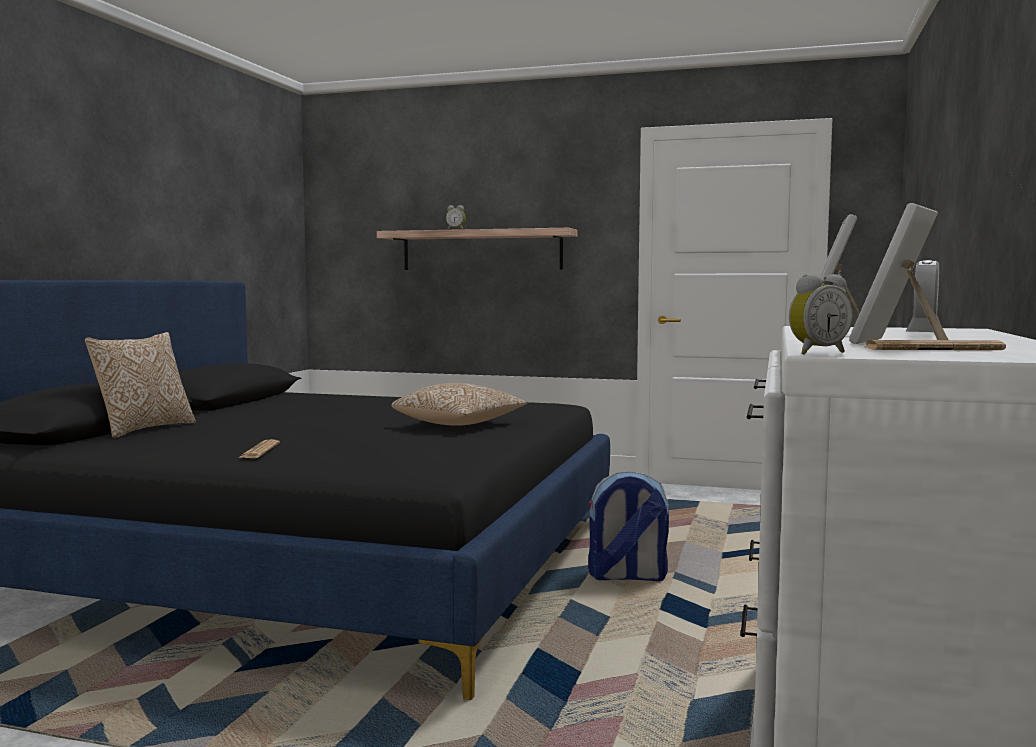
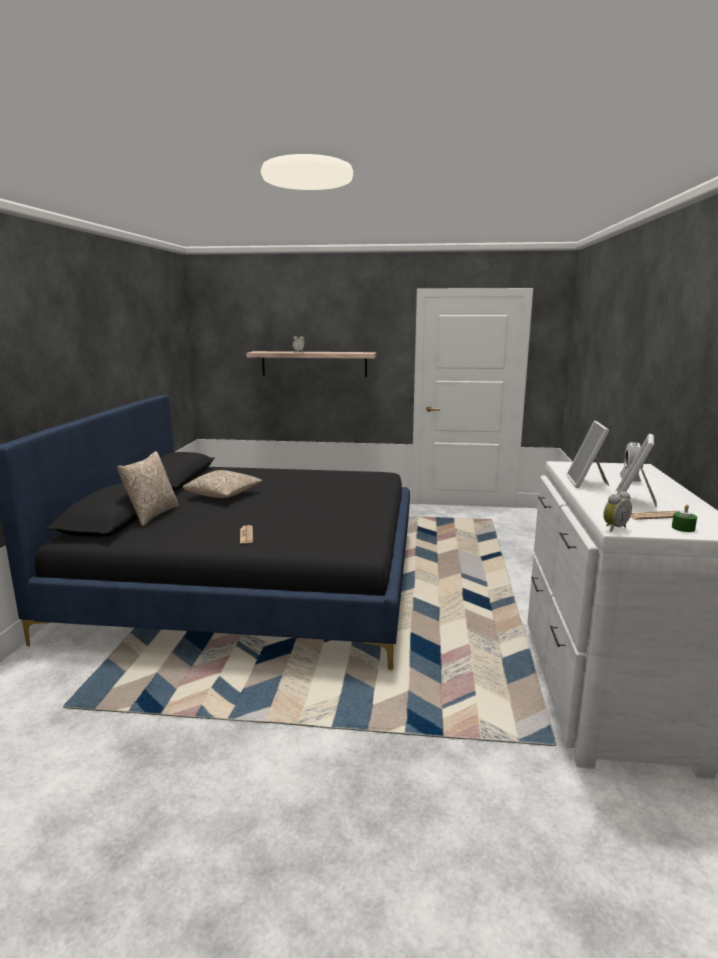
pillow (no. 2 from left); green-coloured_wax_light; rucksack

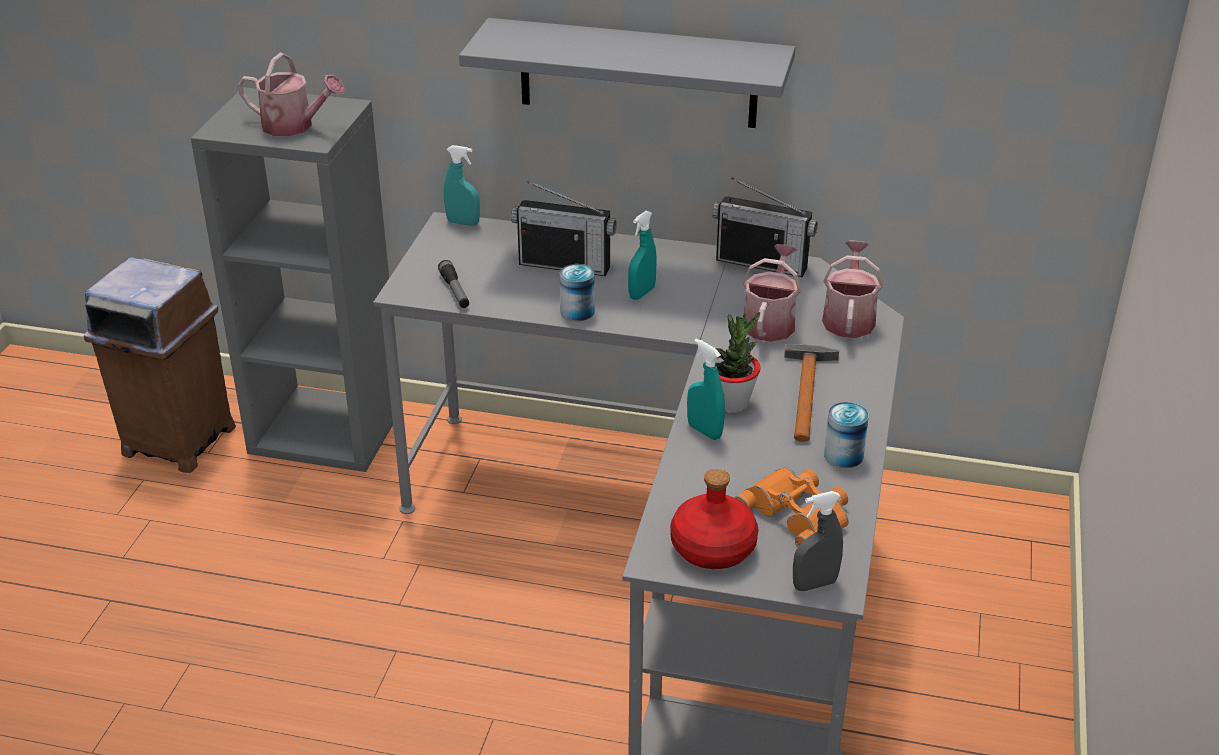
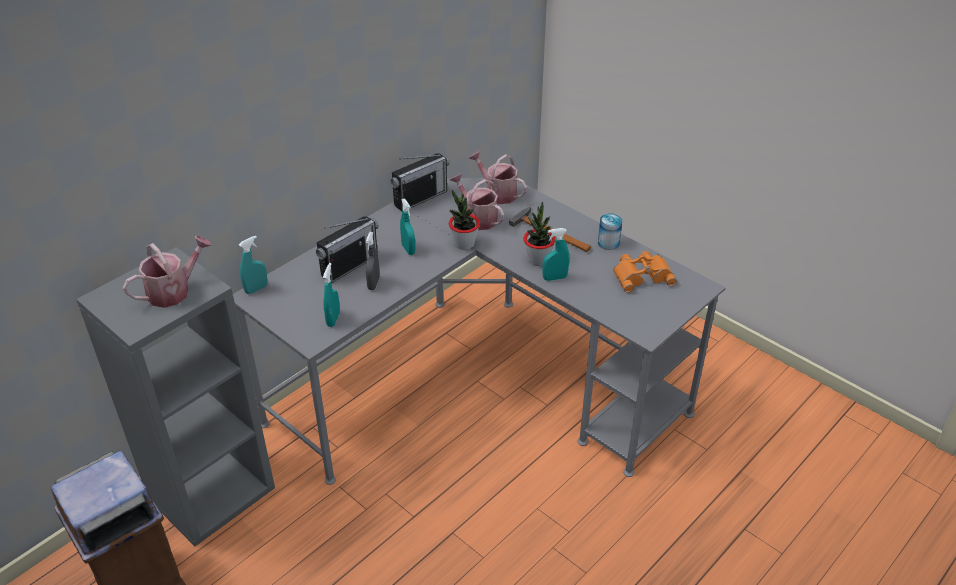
blue-green_sprayer (no. 2 from left); gray_sprayer; plant_in_a_pot (no. 1 from left); gray_wall_shelf; metal_can (no. 1 from left in the first image); red-coloured_bottle

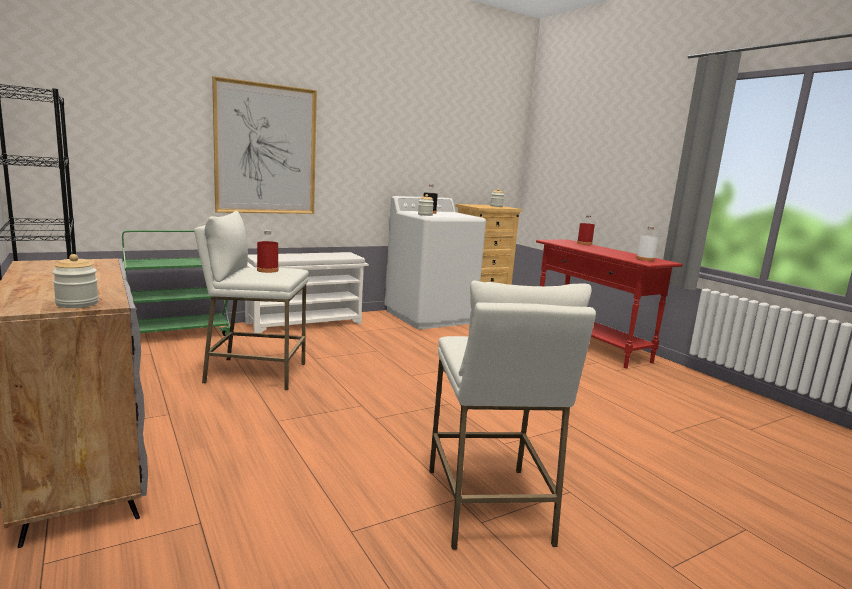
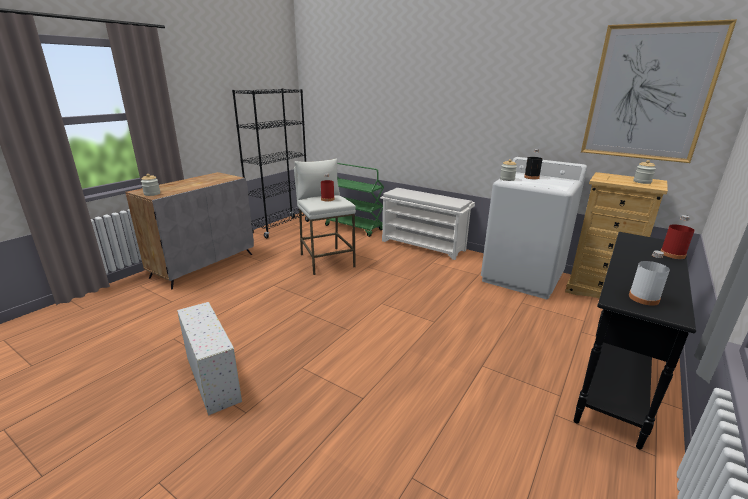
whitish_storage_box; black-coloured_hall_table; wall_art

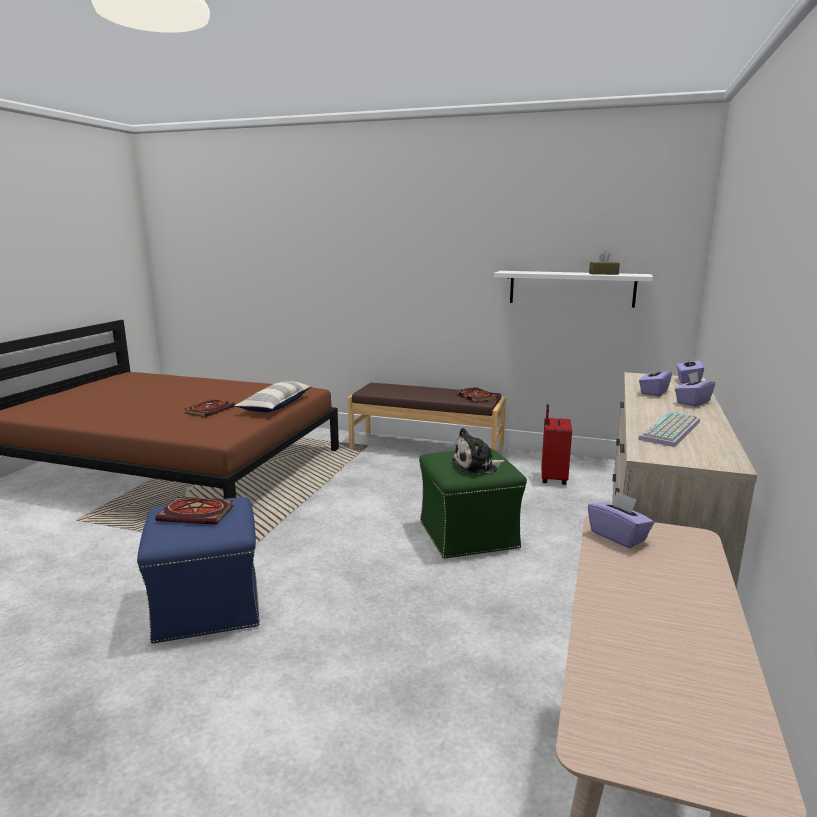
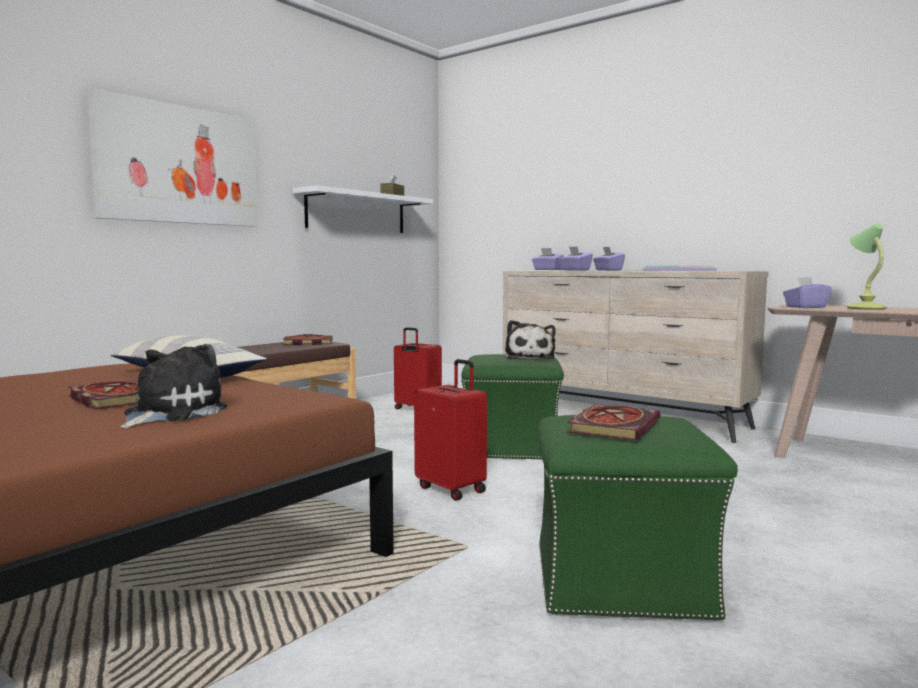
wall_art; plush_toy (no. 1 from left); red-coloured_piece_of_luggage (no. 2 from left); green-coloured_ottoman (no. 2 from left); tabletop_lamp

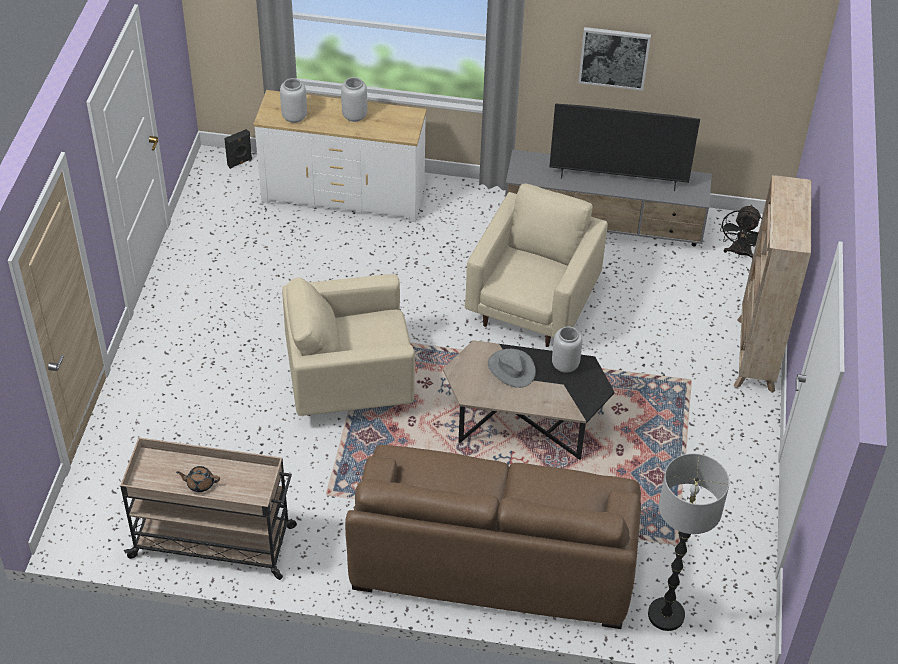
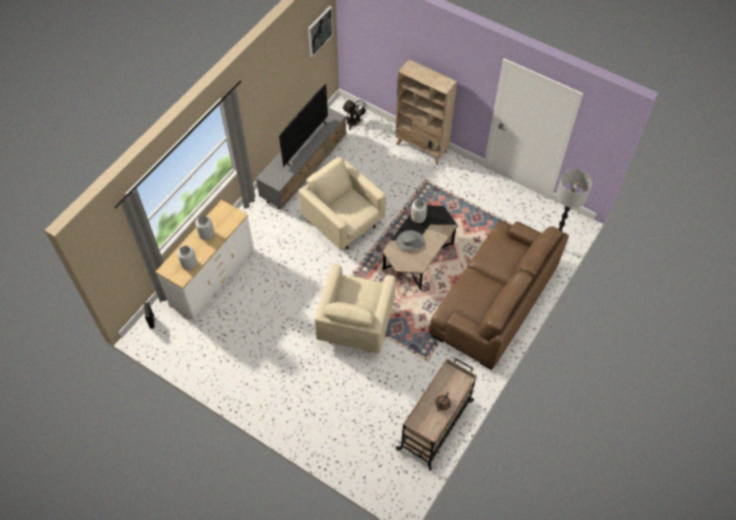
wall_art

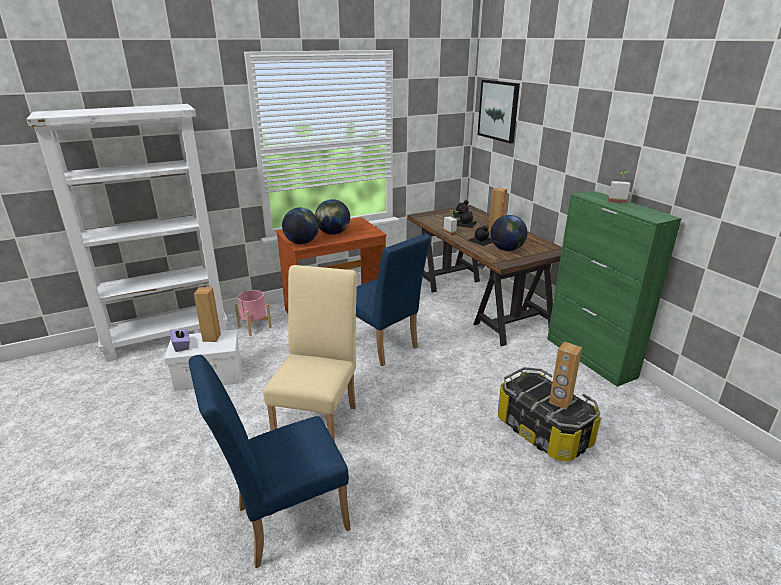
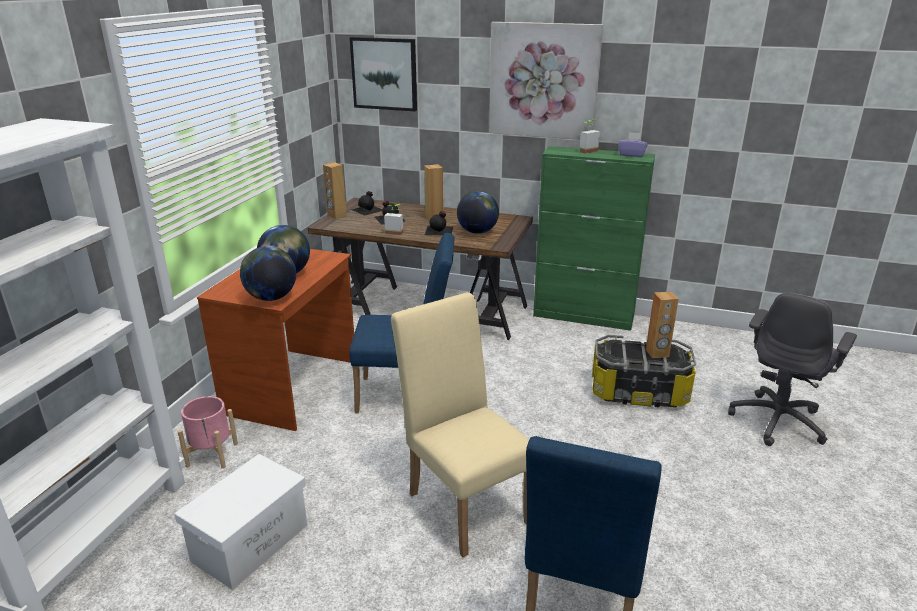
brown_speaker (no. 1 from left); wall_art (no. 2 from left); purple-coloured_box_of_tissues; gray_computer_chair

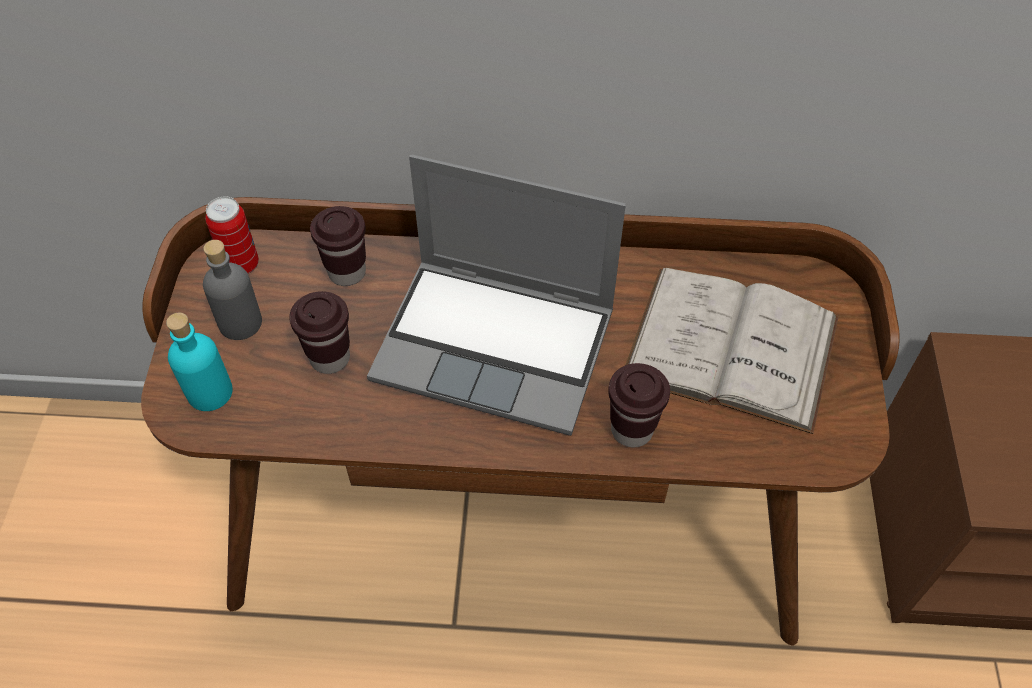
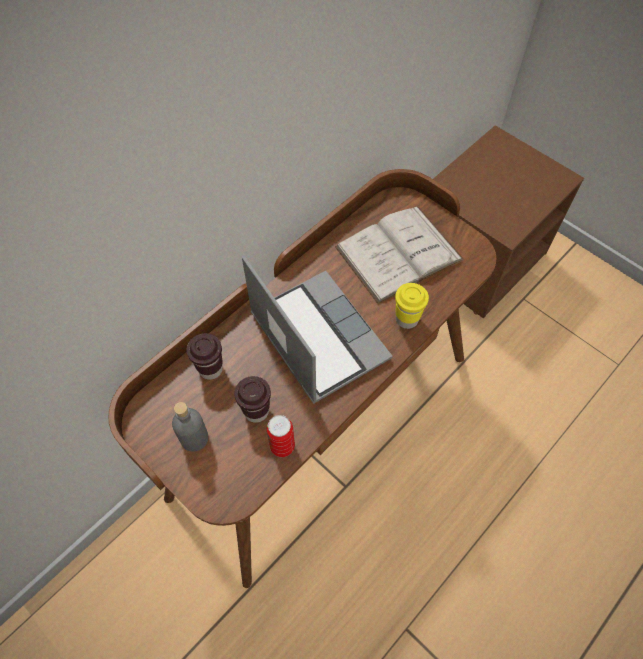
portable_computer; metal_can; yellow-coloured_cup; blue-green_bottle

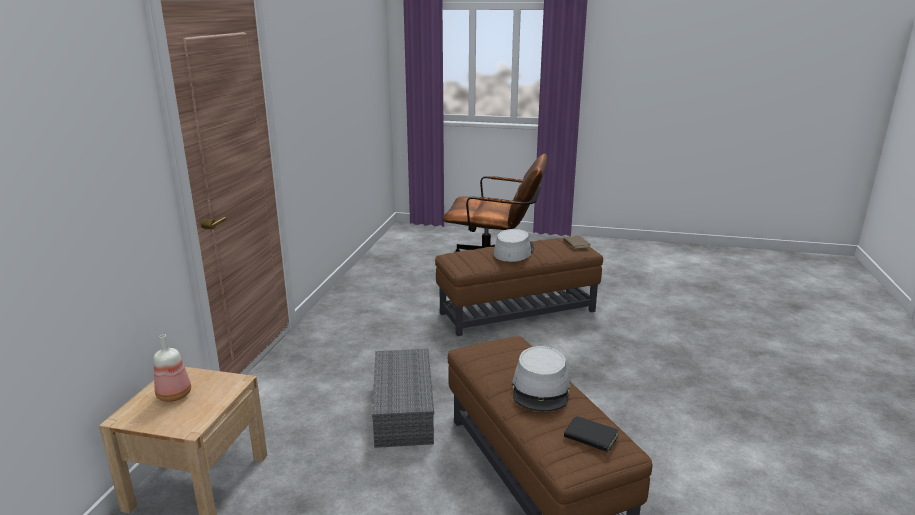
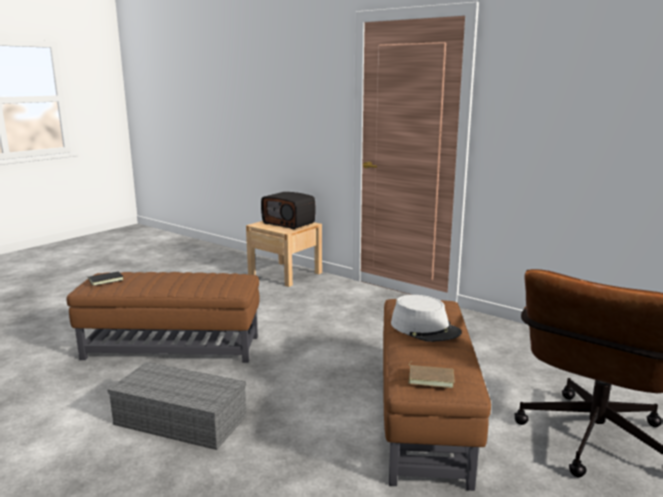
gray_storage_box; radio_receiver; gray_wearable_hat (no. 2 from left in the first image)

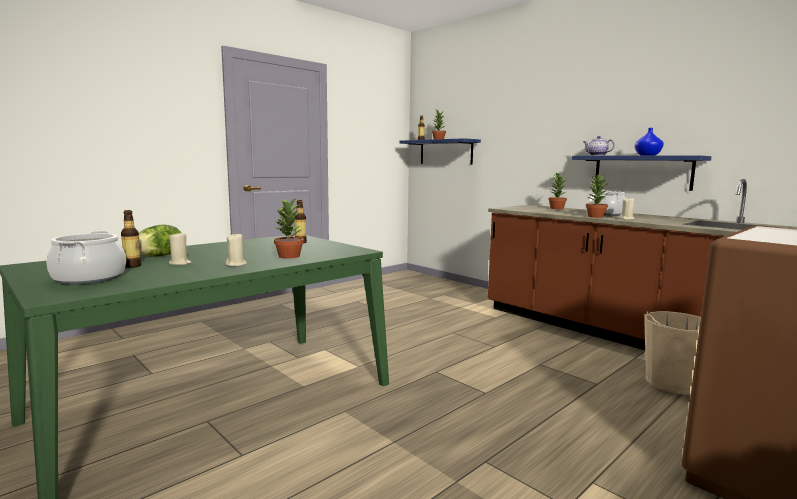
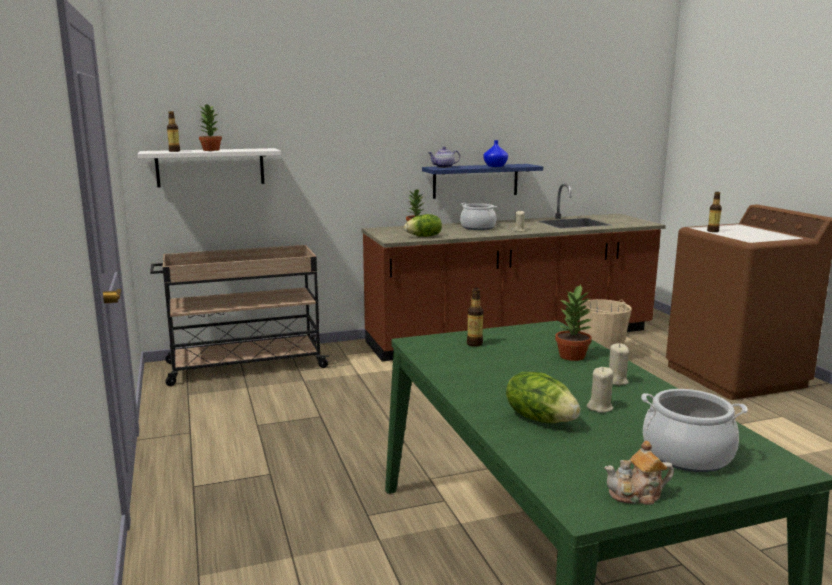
whitish_wall_shelf; beige_trolley; lettuce_head (no. 1 from left); tea_pot (no. 2 from left); bottle (no. 3 from left); plant_in_a_pot (no. 4 from left in the first image)

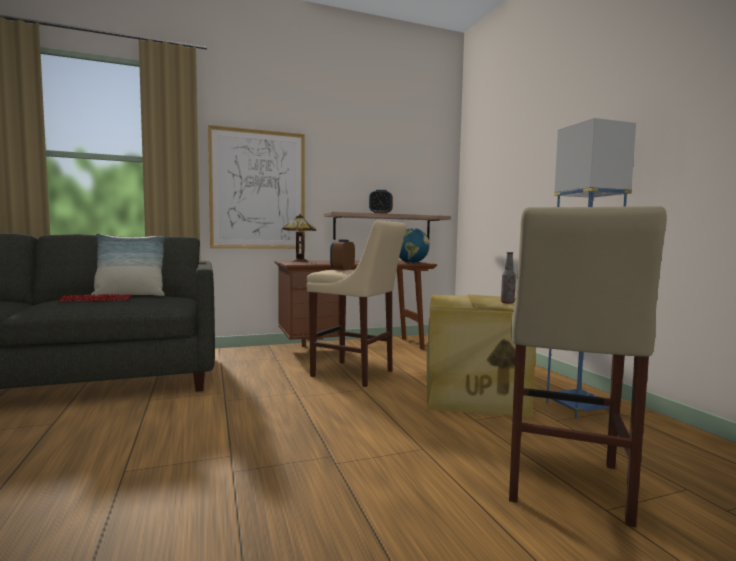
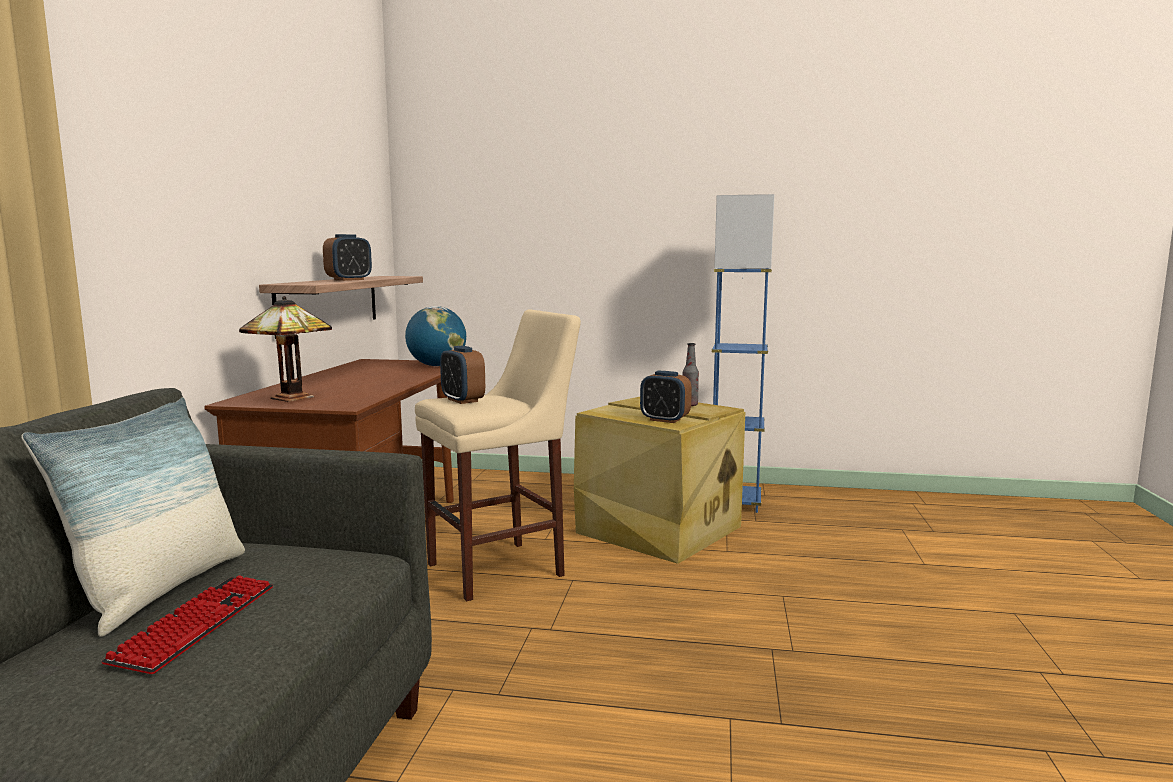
bedside_clock (no. 3 from left); wall_art; beige_sitting_stool (no. 2 from left in the first image)

